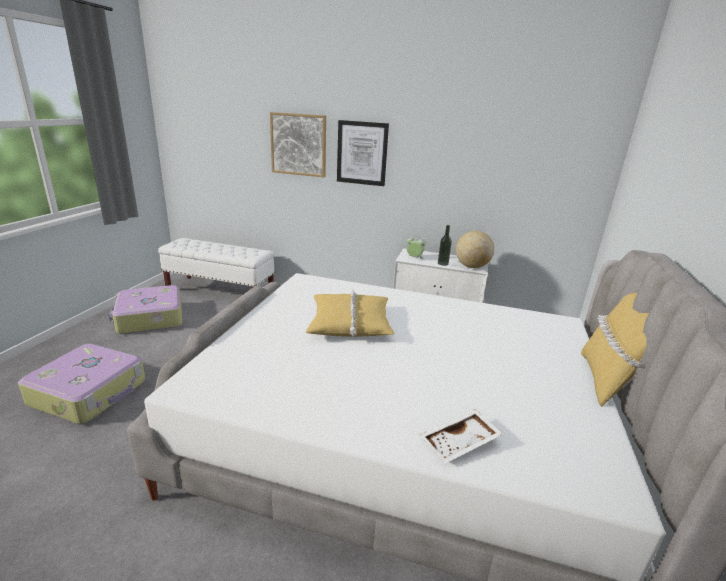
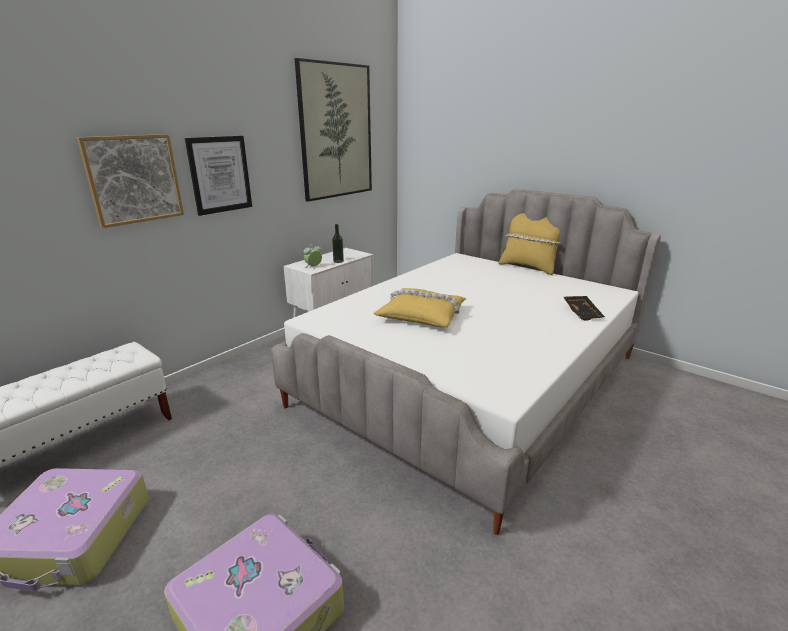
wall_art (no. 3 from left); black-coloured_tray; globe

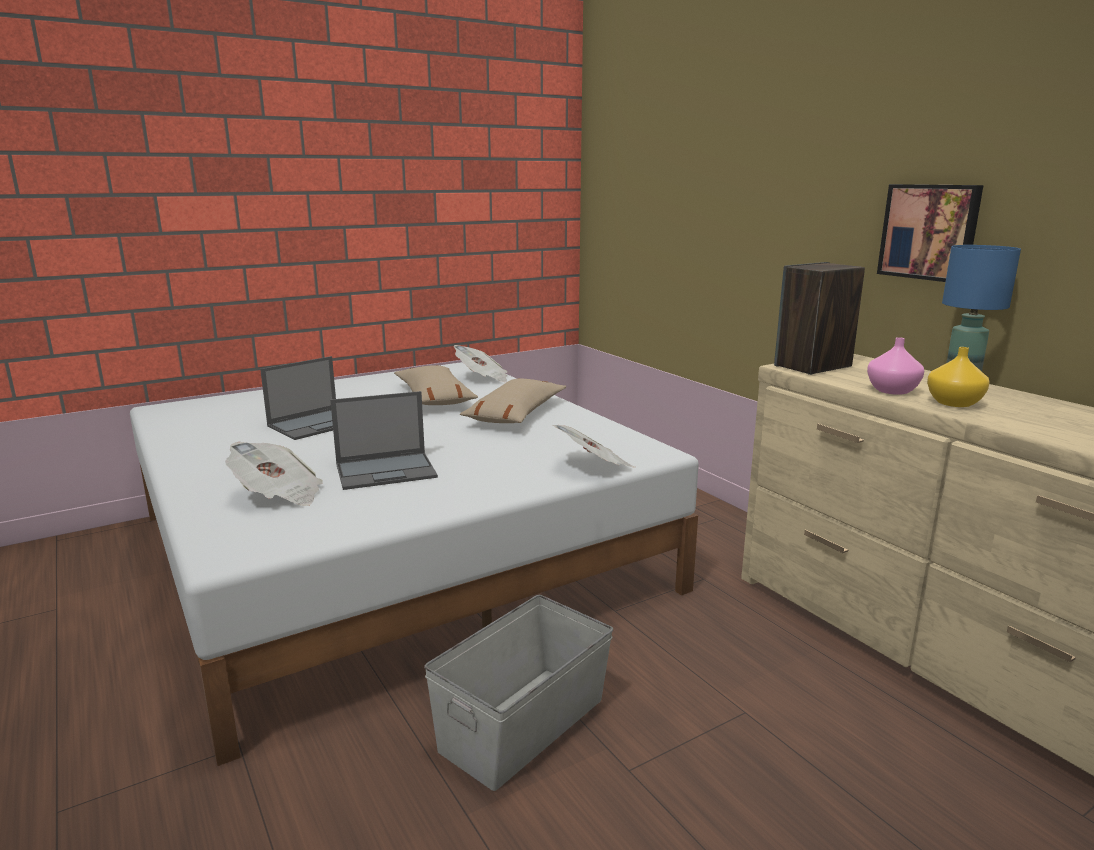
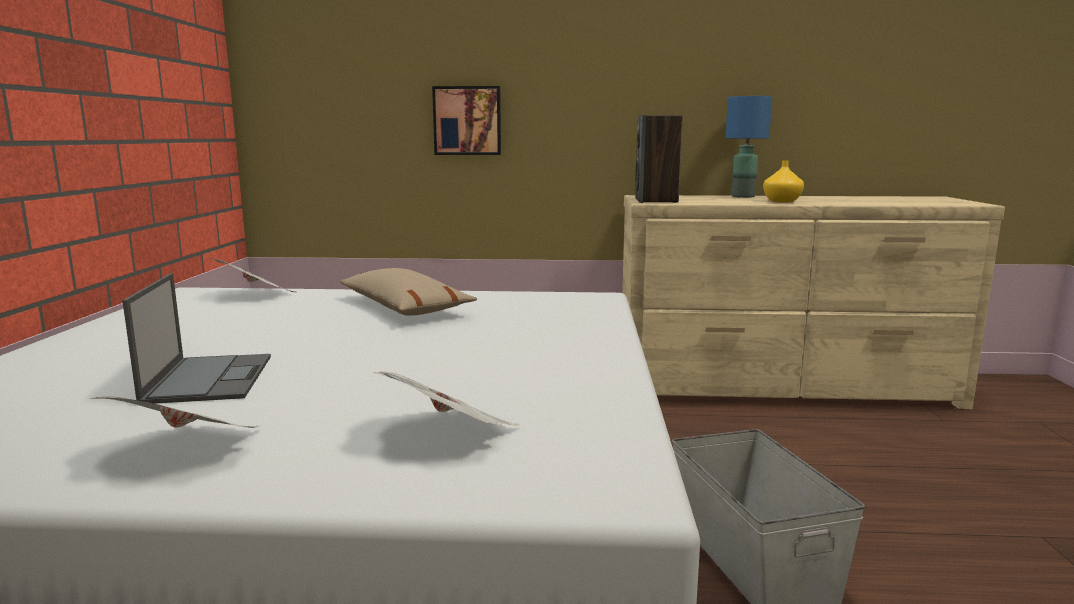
printed_paper (no. 1 from left); wall_art; portable_computer (no. 2 from left in the first image); beige_pillow (no. 1 from left in the first image); pink_vase

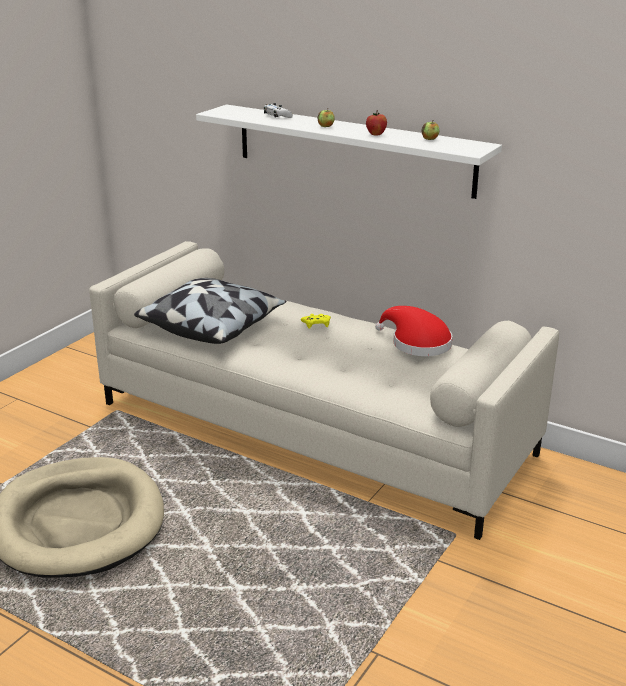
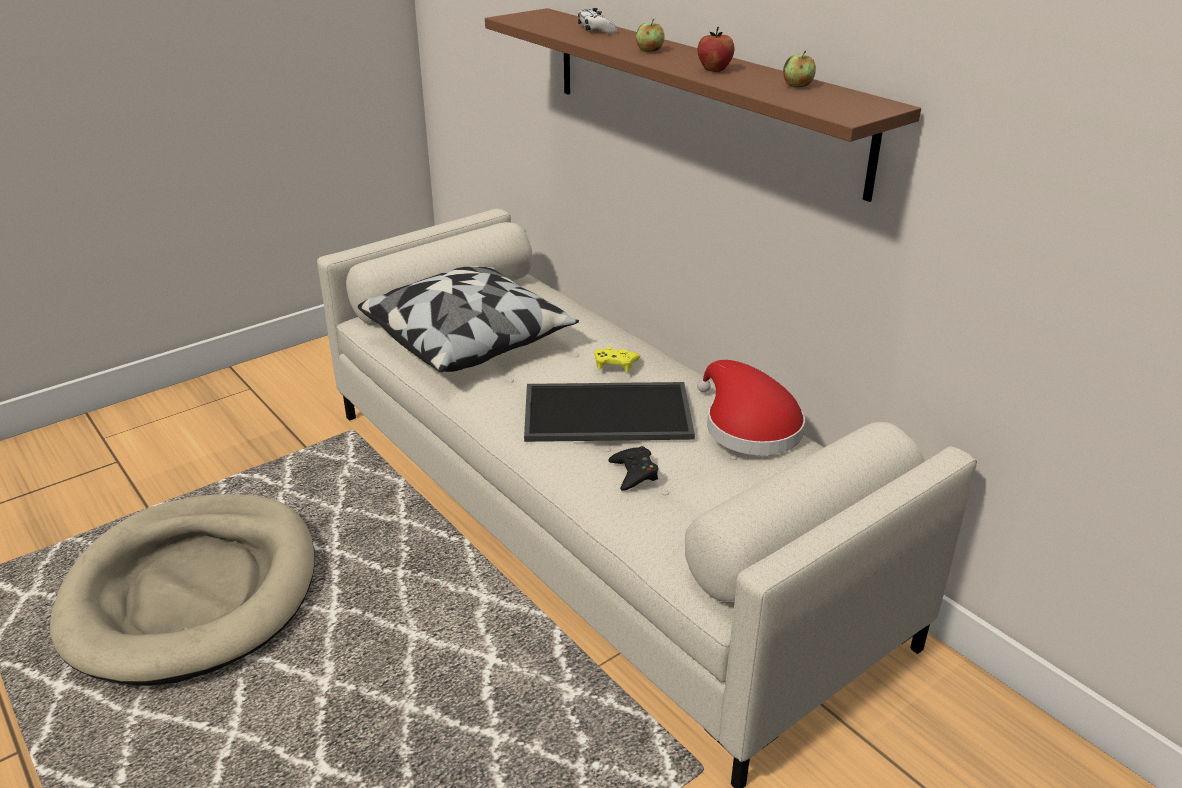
brown_wall_shelf; tray; black-coloured_game_controller

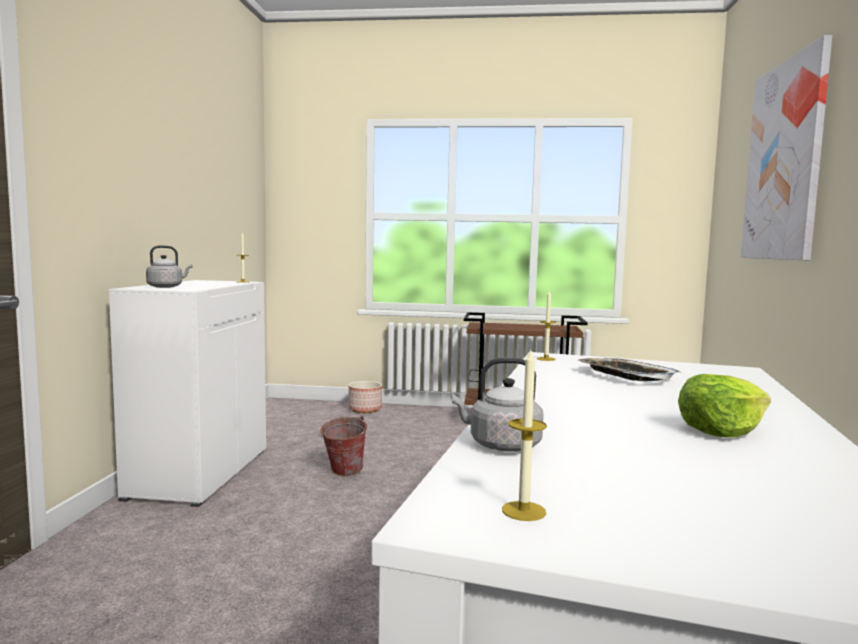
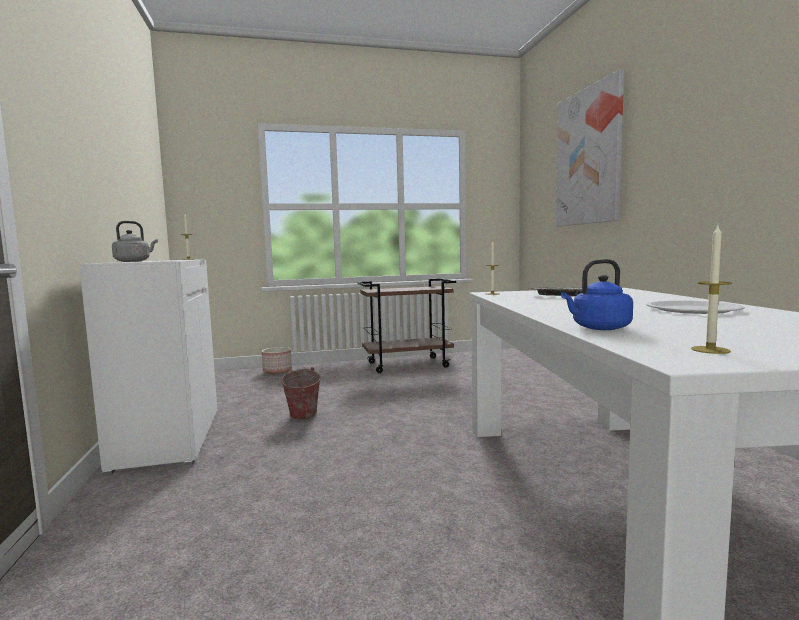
blue-coloured_tea_kettle; whitish_plate

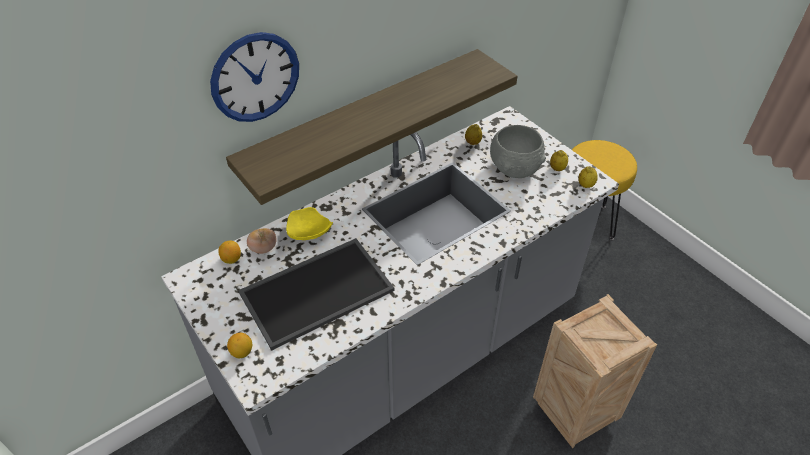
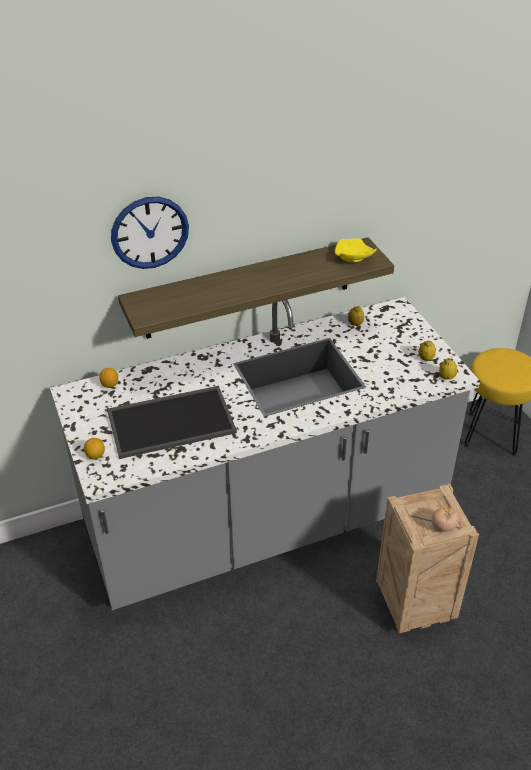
yellow-coloured_plate; tomato; gray_serving_bowl

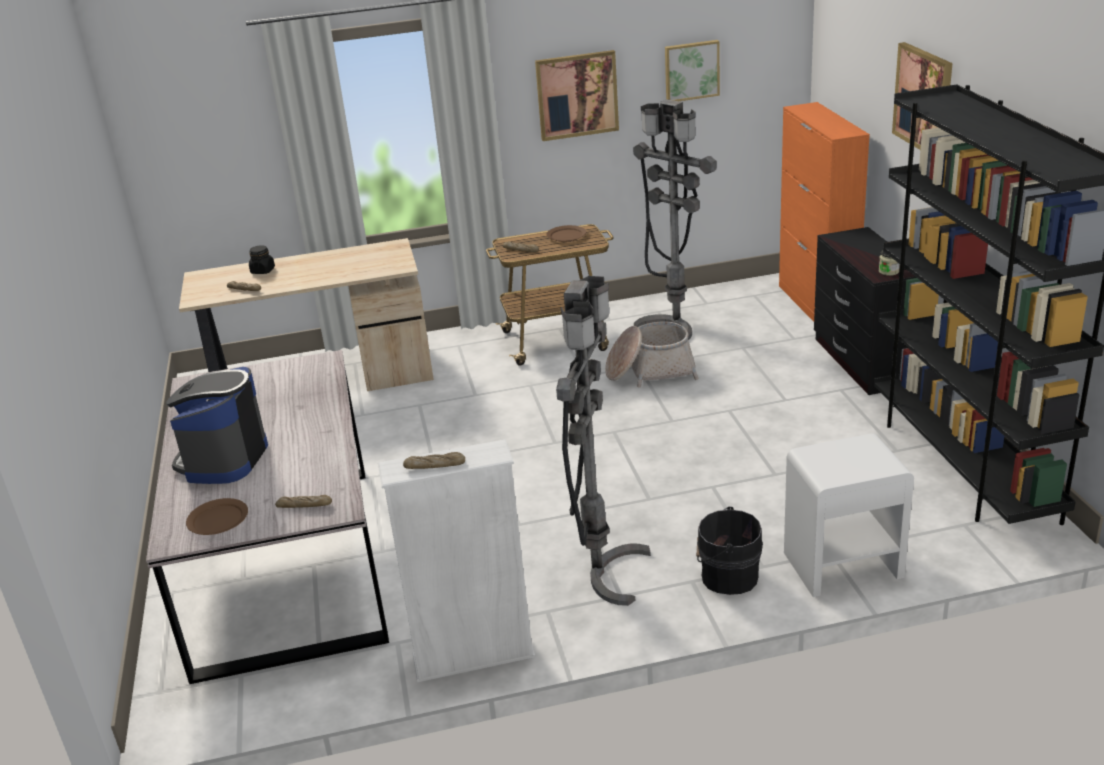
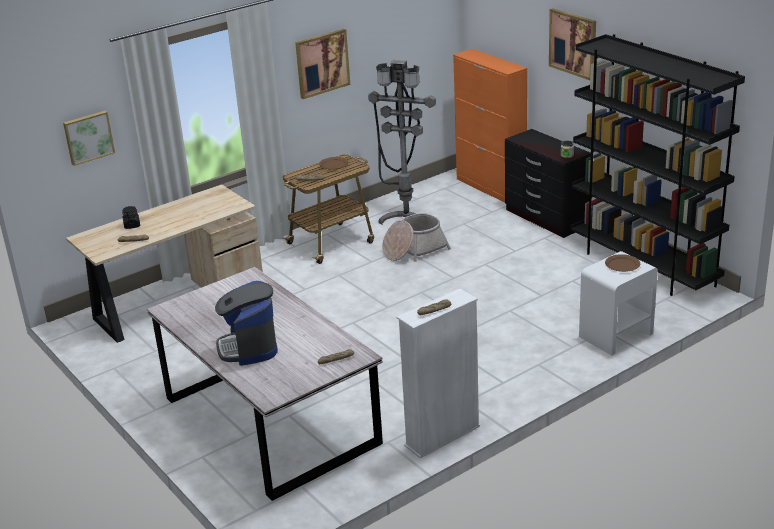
wall_art (no. 1 from left); brown_plate (no. 2 from left); gray_standard_lamp (no. 1 from left in the first image); black-coloured_water_bucket

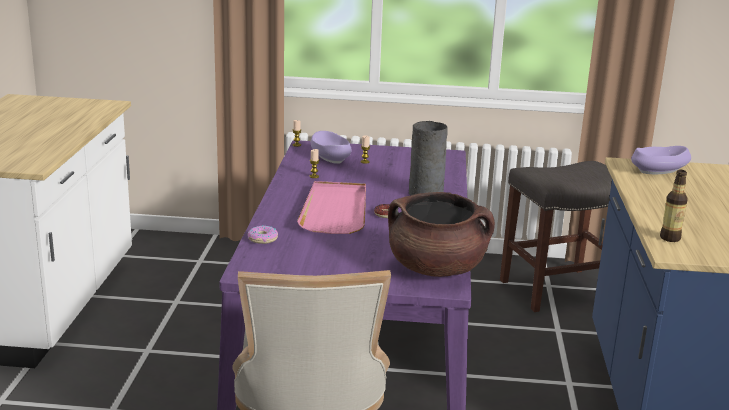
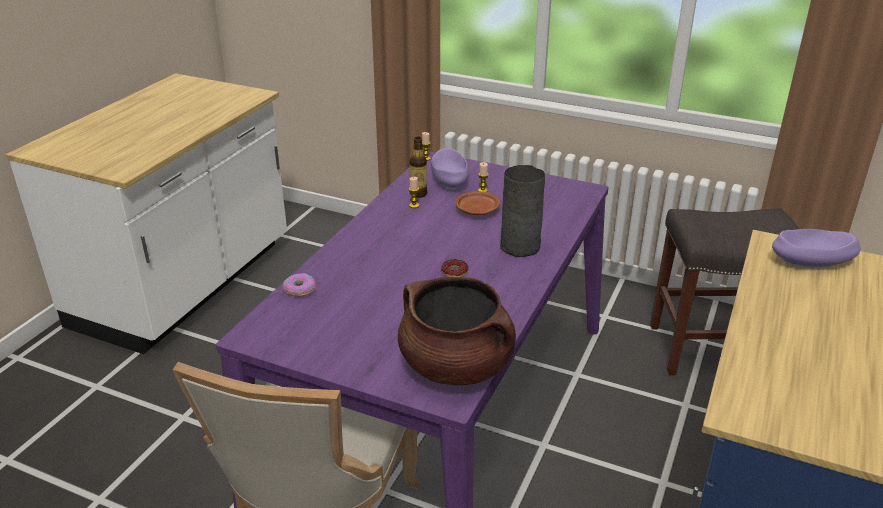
bottle; brown_plate; pink_tray

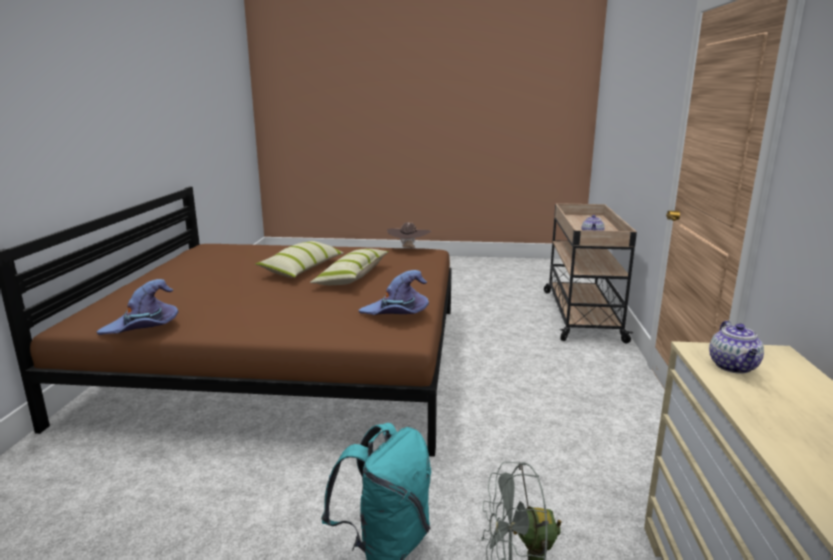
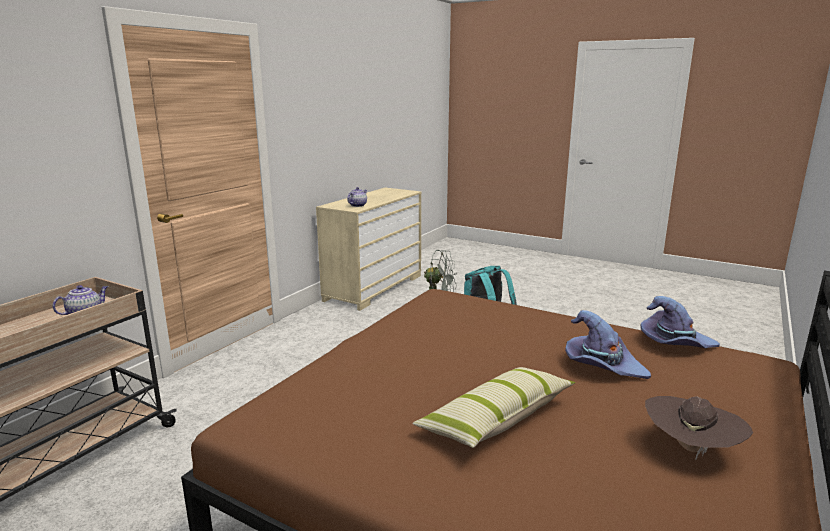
purple-coloured_wearable_hat (no. 1 from left); brown_wearable_hat; pillow (no. 2 from left in the first image)

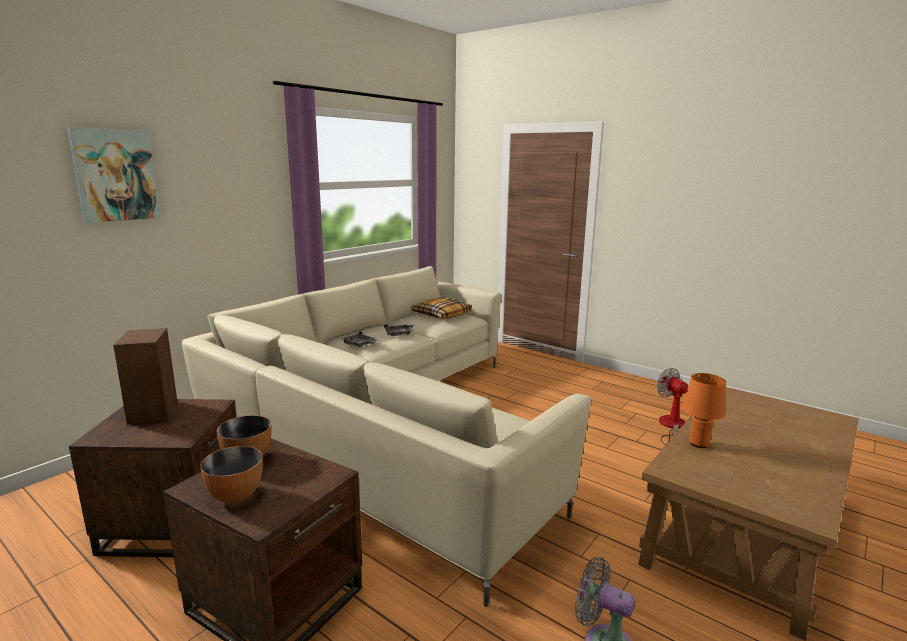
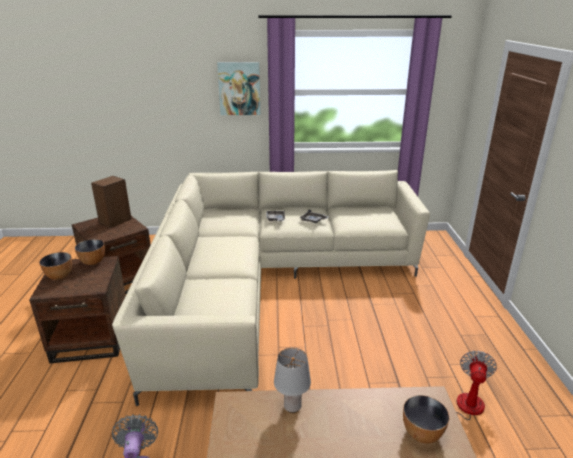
wall_art; gray_tabletop_lamp; serving_bowl (no. 3 from left); pillow

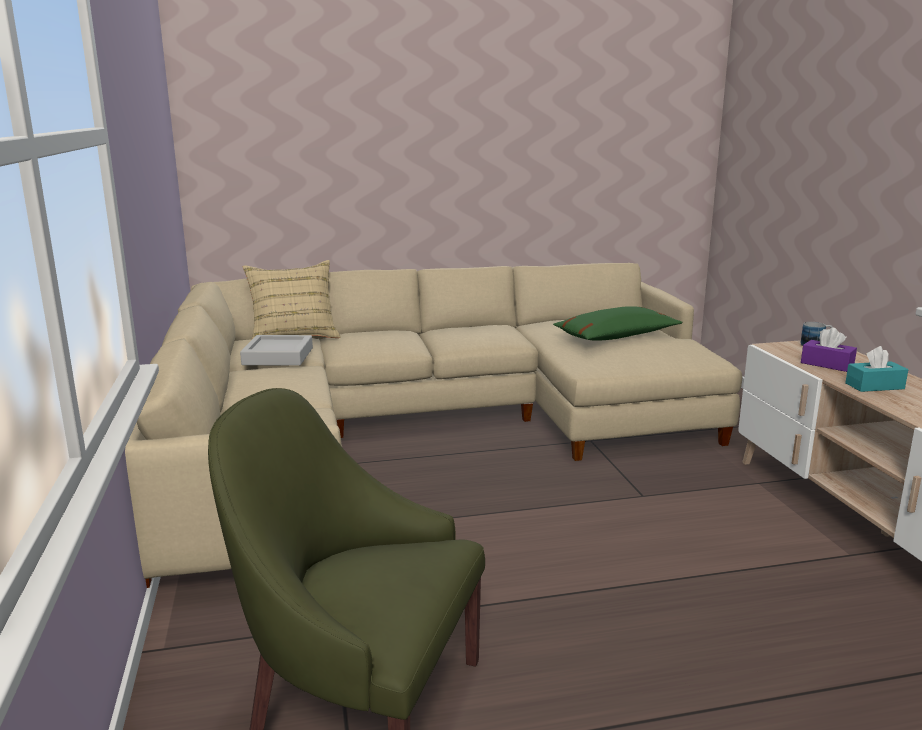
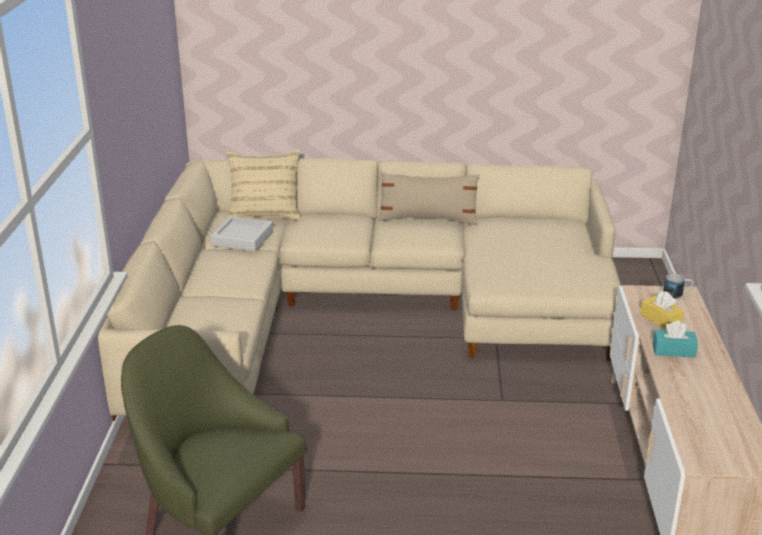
beige_pillow (no. 2 from left); yellow-coloured_box_of_tissues; green-coloured_pillow

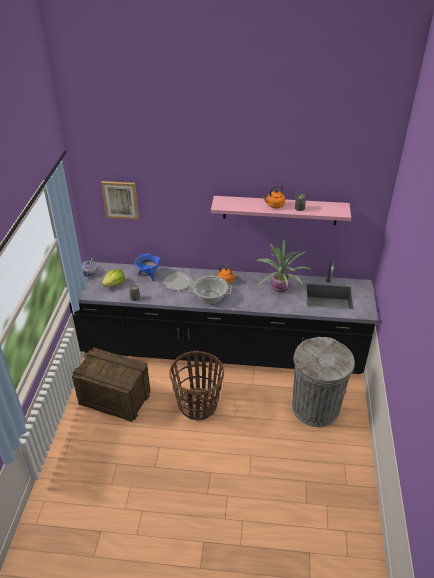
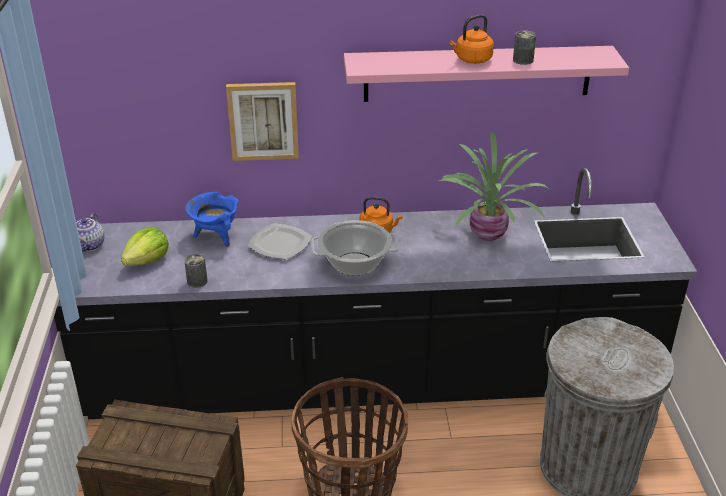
wall_art

